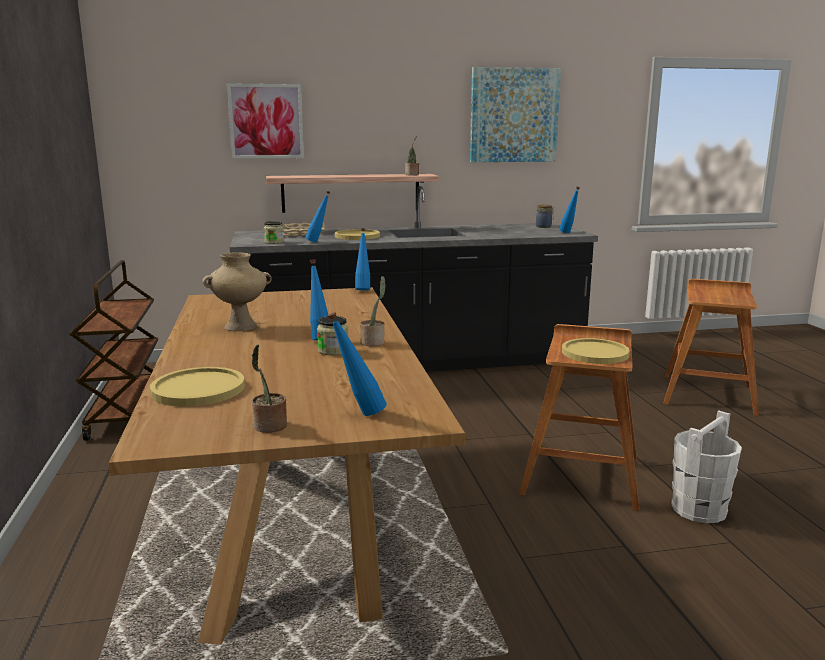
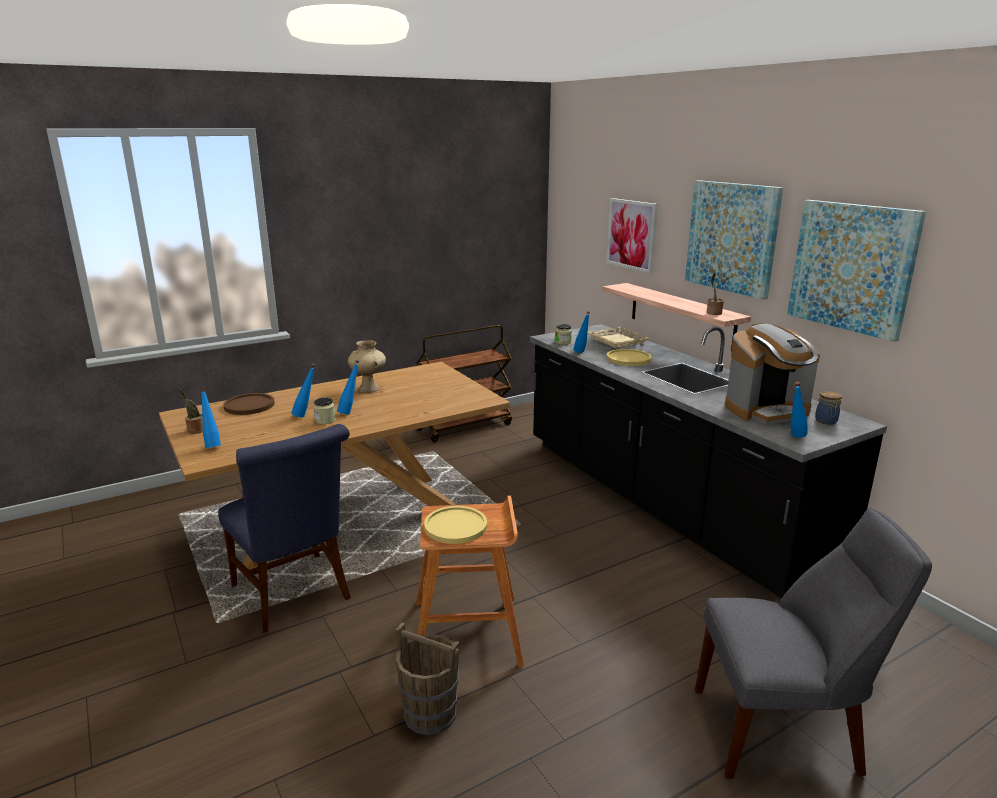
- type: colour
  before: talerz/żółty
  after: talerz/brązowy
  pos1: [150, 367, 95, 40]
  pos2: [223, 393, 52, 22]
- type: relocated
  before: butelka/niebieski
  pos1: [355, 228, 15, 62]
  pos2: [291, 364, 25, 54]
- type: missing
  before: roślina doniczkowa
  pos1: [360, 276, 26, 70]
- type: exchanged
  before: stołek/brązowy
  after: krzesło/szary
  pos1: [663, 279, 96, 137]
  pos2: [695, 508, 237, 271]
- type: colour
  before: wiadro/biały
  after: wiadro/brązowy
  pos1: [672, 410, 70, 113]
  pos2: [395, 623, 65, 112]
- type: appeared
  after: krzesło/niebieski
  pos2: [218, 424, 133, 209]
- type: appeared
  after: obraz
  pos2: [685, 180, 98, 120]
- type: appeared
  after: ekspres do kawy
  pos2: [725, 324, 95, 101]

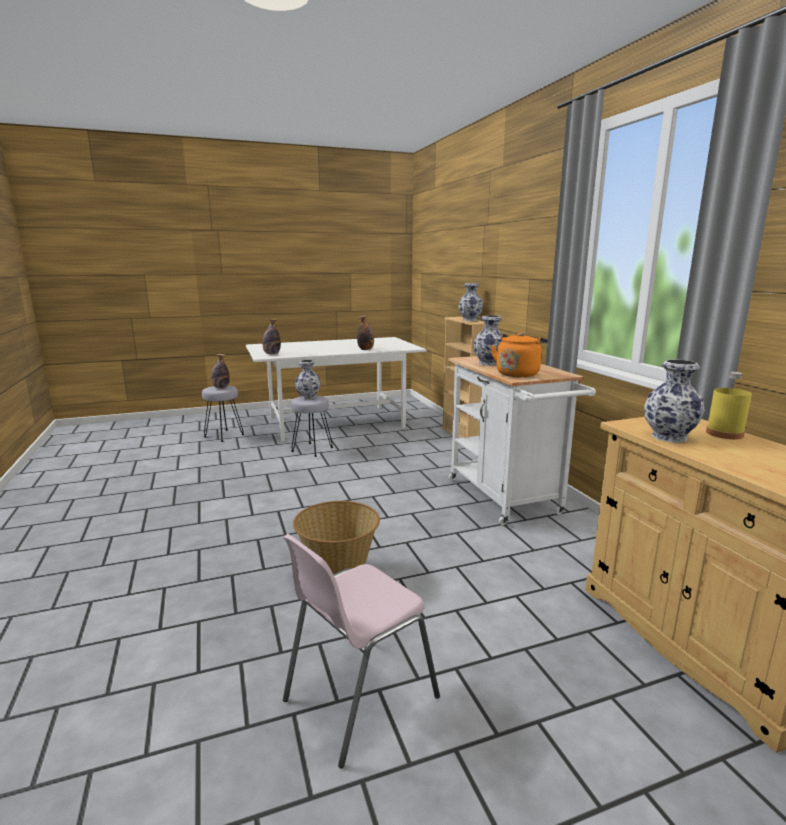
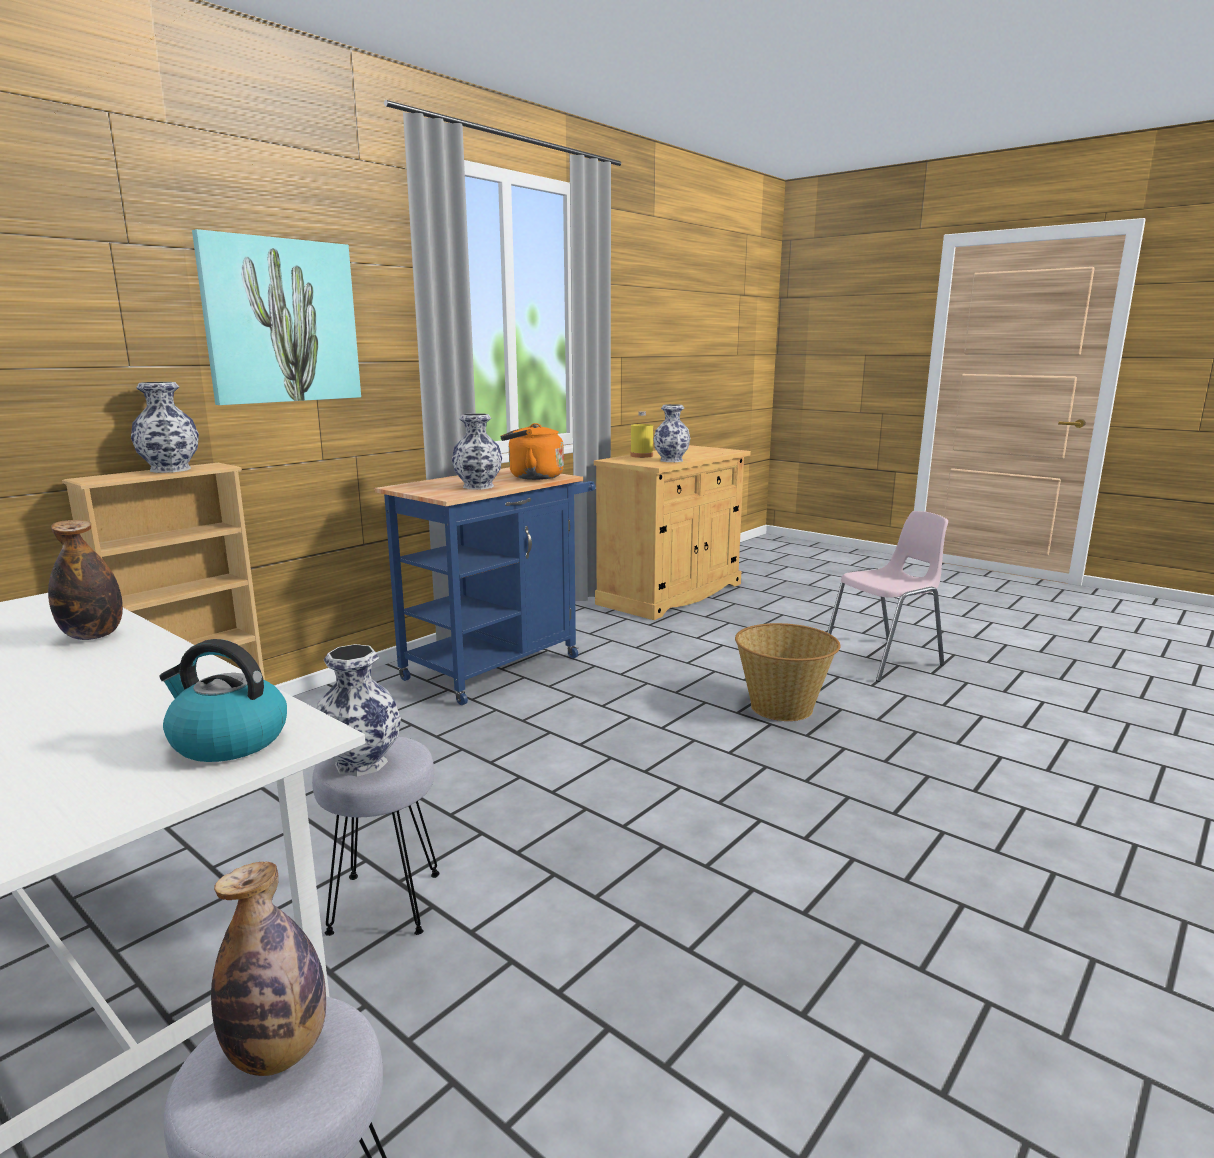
- type: exchanged
  before: butelka
  after: czajnik
  pos1: [262, 319, 19, 36]
  pos2: [159, 639, 128, 123]
- type: spun
  before: krzesło/różowy
  pos1: [283, 534, 157, 234]
  pos2: [827, 511, 121, 171]
  turn: -45
- type: colour
  before: wózek/biały
  after: wózek/niebieski
  pos1: [448, 356, 148, 169]
  pos2: [375, 467, 221, 238]
- type: appeared
  after: obraz
  pos2: [192, 229, 169, 176]

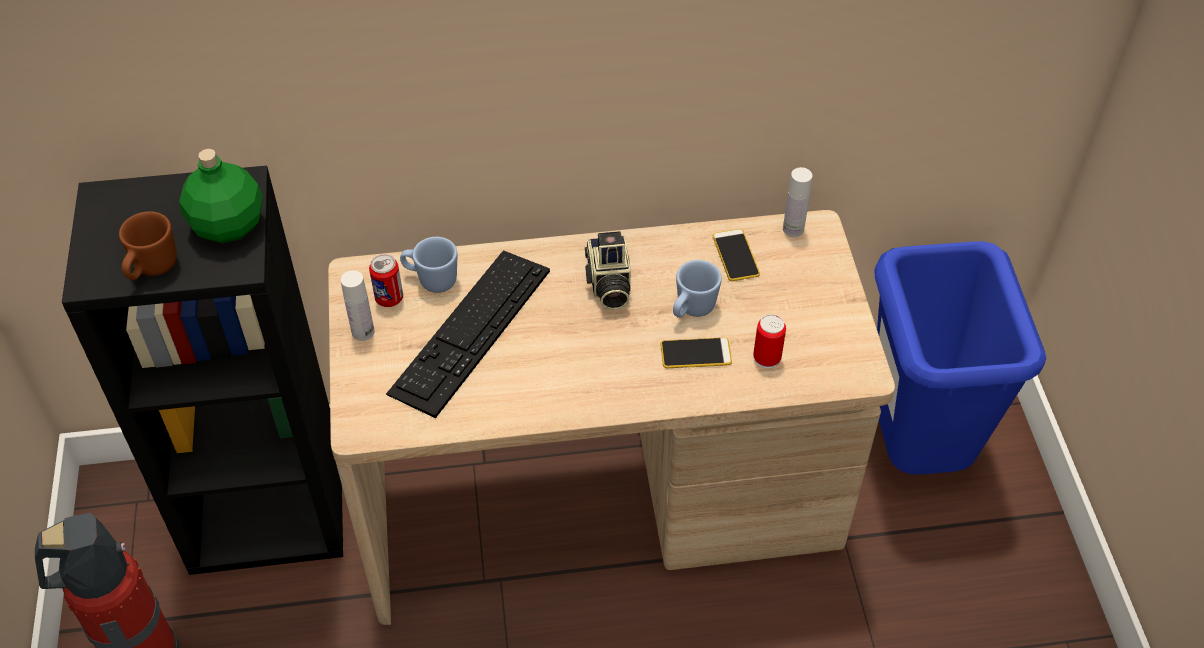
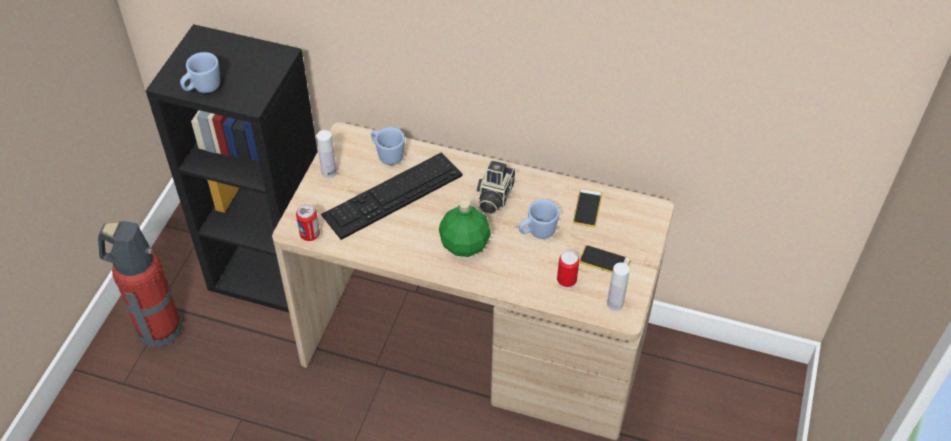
- type: colour
  before: kubek/brązowy
  after: kubek/niebieski
  pos1: [119, 211, 58, 69]
  pos2: [180, 52, 40, 41]
- type: relocated
  before: butelka/zielony
  pos1: [179, 149, 84, 94]
  pos2: [439, 200, 52, 57]
- type: relocated
  before: puszka
  pos1: [369, 254, 34, 53]
  pos2: [296, 204, 24, 37]
- type: relocated
  before: telefon
  pos1: [661, 337, 71, 31]
  pos2: [579, 245, 52, 28]
- type: relocated
  before: butelka/biały
  pos1: [783, 167, 29, 70]
  pos2: [607, 262, 23, 49]
- type: missing
  before: kosz na śmieci/niebieski
  pos1: [875, 241, 171, 234]

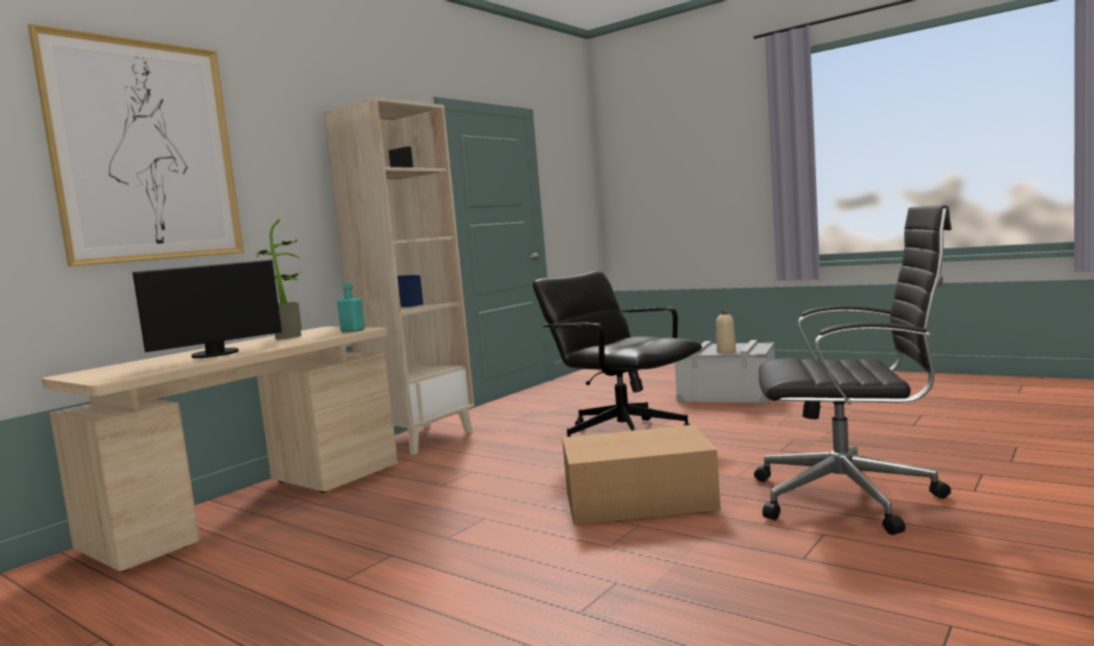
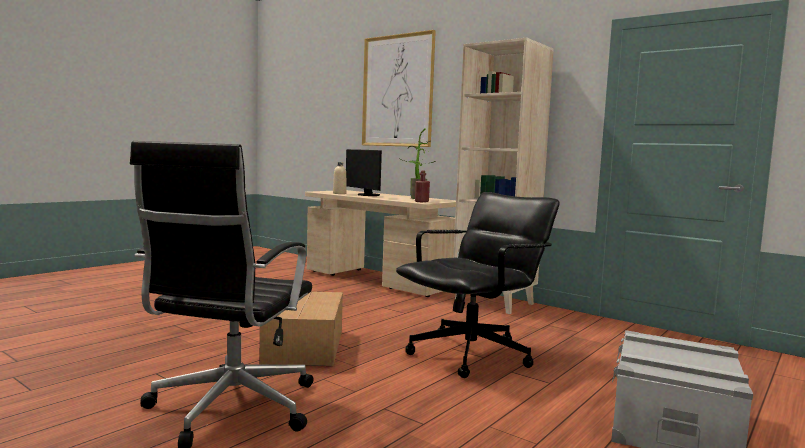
- type: colour
  before: butelka/turkusowy
  after: butelka/czerwony
  pos1: [337, 282, 28, 50]
  pos2: [415, 171, 15, 31]
- type: relocated
  before: butelka/beżowy
  pos1: [716, 308, 20, 45]
  pos2: [333, 162, 14, 32]

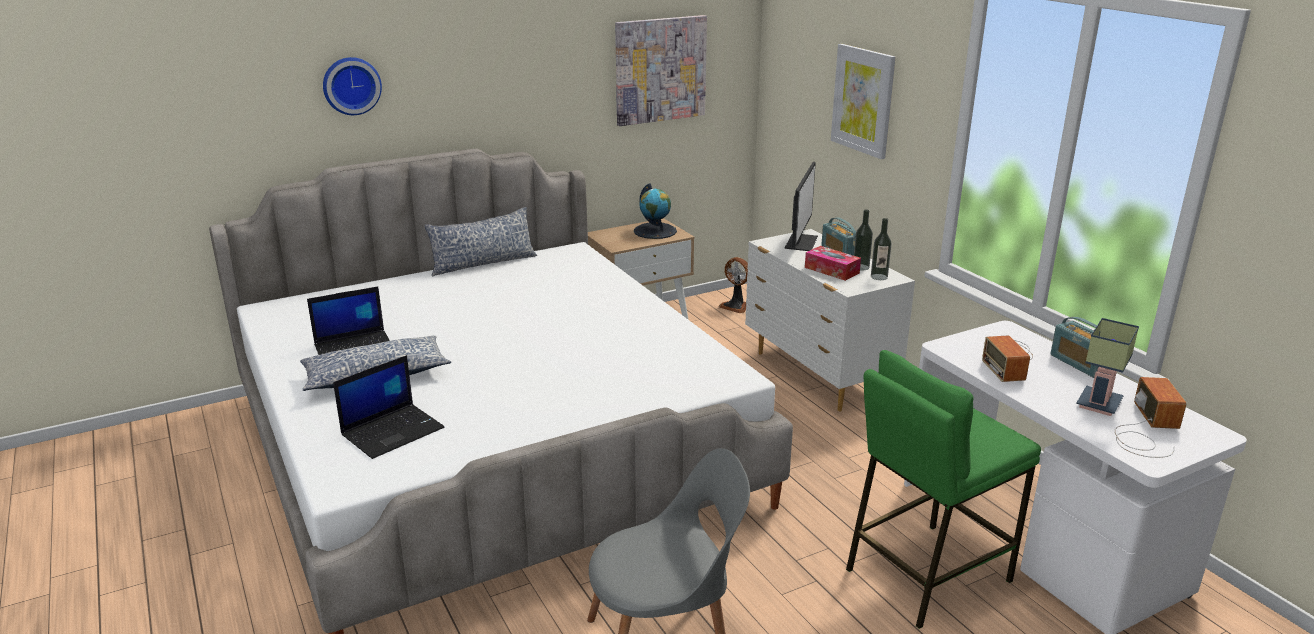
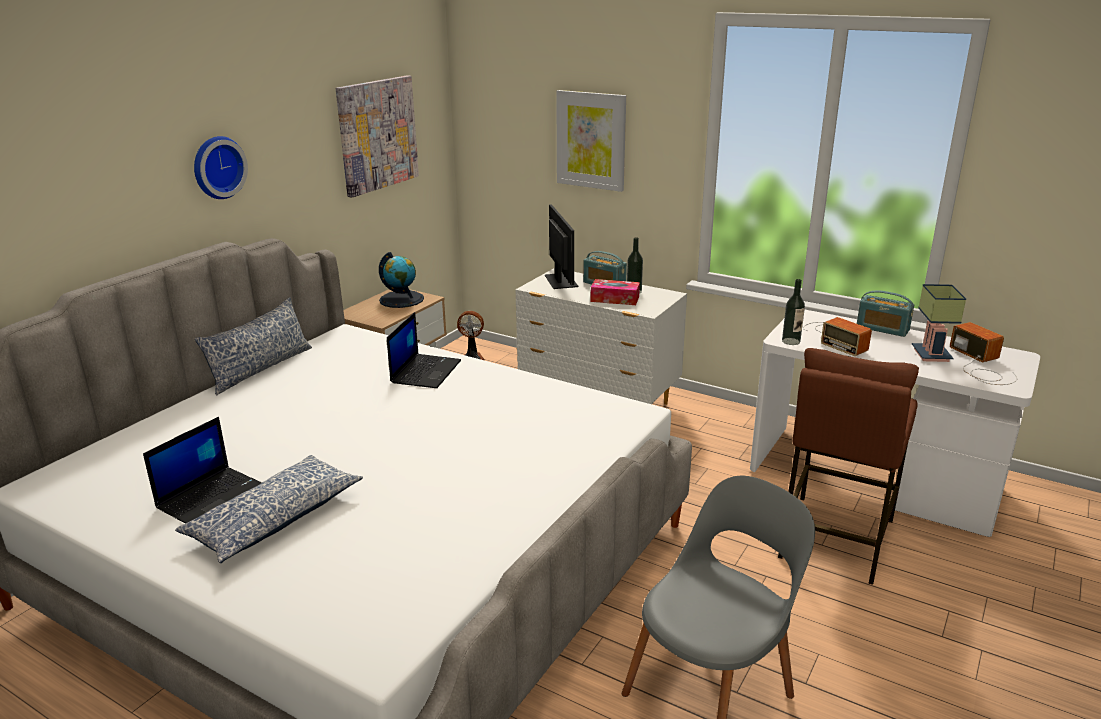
- type: relocated
  before: zegar ścienny
  pos1: [323, 57, 59, 58]
  pos2: [194, 136, 54, 63]
- type: relocated
  before: laptop
  pos1: [333, 355, 111, 104]
  pos2: [387, 312, 74, 76]
- type: colour
  before: stołek/zielony
  after: stołek/brązowy
  pos1: [846, 350, 195, 279]
  pos2: [778, 348, 141, 237]
- type: relocated
  before: butelka
  pos1: [871, 218, 20, 62]
  pos2: [782, 279, 23, 66]

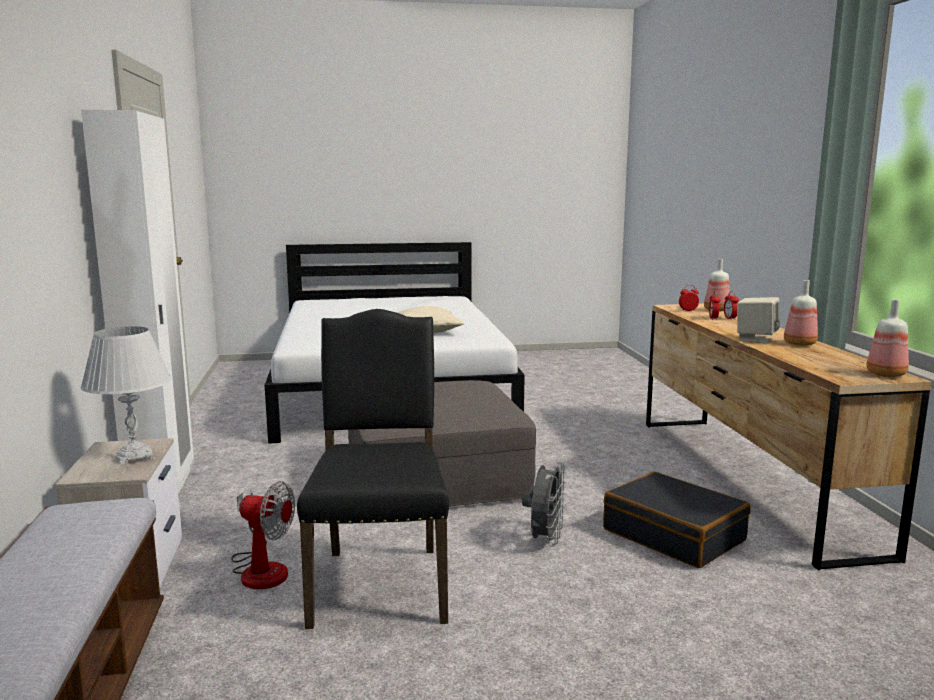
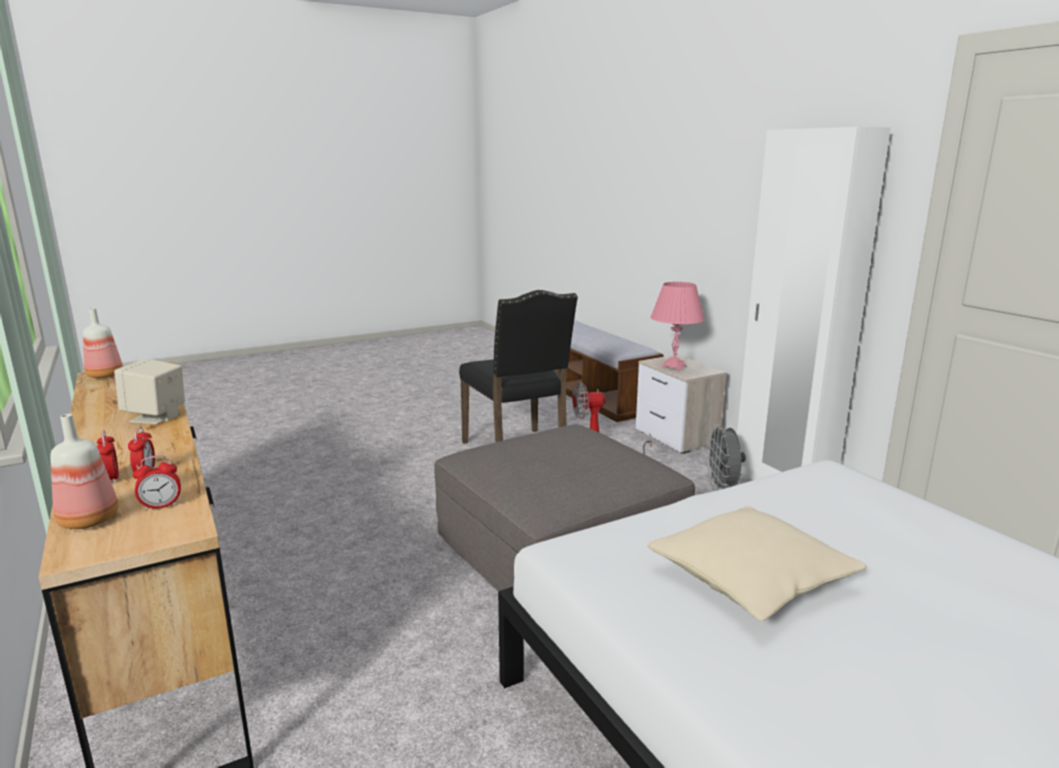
- type: colour
  before: lampa stołowa/biały
  after: lampa stołowa/różowy
  pos1: [81, 326, 90, 140]
  pos2: [650, 282, 55, 89]
- type: relocated
  before: wentylator/szary
  pos1: [522, 462, 45, 85]
  pos2: [705, 424, 41, 66]
- type: missing
  before: walizka/czarny
  pos1: [603, 472, 148, 96]
- type: missing
  before: butelka
  pos1: [784, 280, 34, 66]

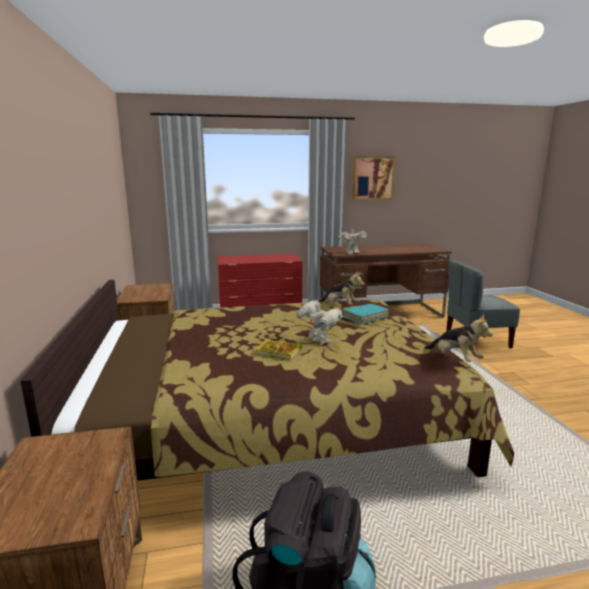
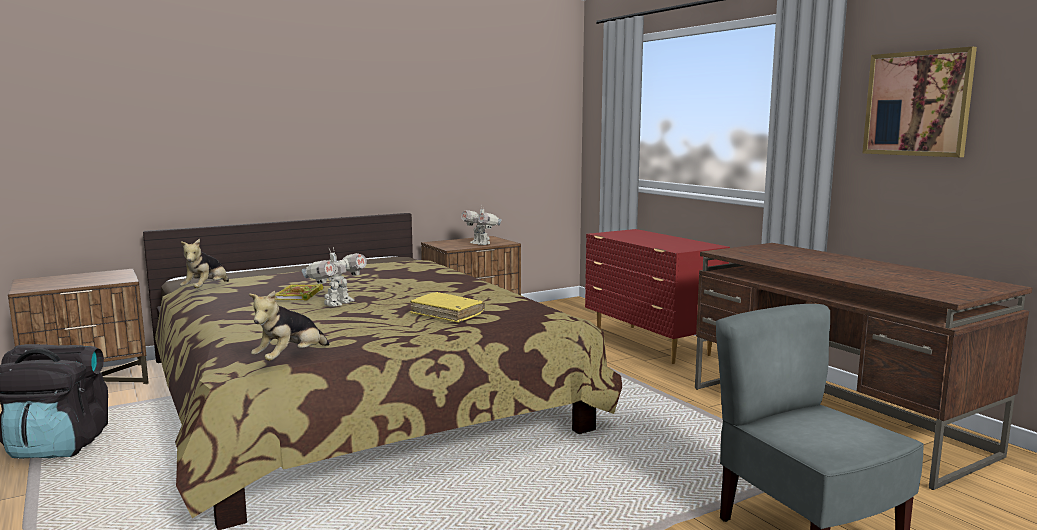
- type: relocated
  before: pluszak
  pos1: [319, 272, 45, 33]
  pos2: [180, 239, 49, 49]
- type: relocated
  before: robot zabawkowy
  pos1: [338, 229, 29, 24]
  pos2: [461, 205, 41, 40]
- type: colour
  before: książka/turkusowy
  after: książka/żółty
  pos1: [342, 304, 47, 20]
  pos2: [410, 292, 75, 31]

